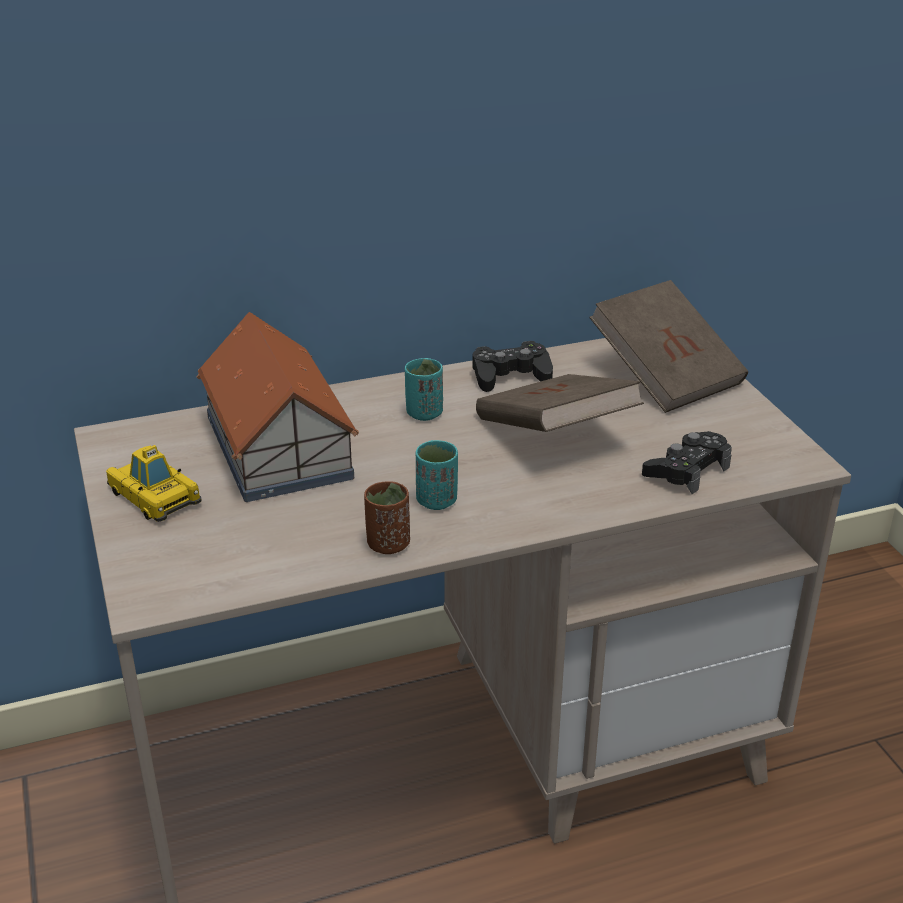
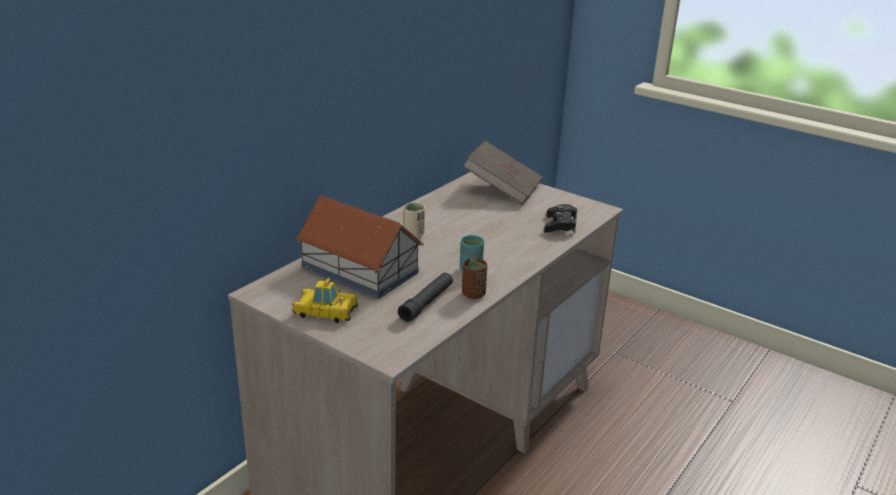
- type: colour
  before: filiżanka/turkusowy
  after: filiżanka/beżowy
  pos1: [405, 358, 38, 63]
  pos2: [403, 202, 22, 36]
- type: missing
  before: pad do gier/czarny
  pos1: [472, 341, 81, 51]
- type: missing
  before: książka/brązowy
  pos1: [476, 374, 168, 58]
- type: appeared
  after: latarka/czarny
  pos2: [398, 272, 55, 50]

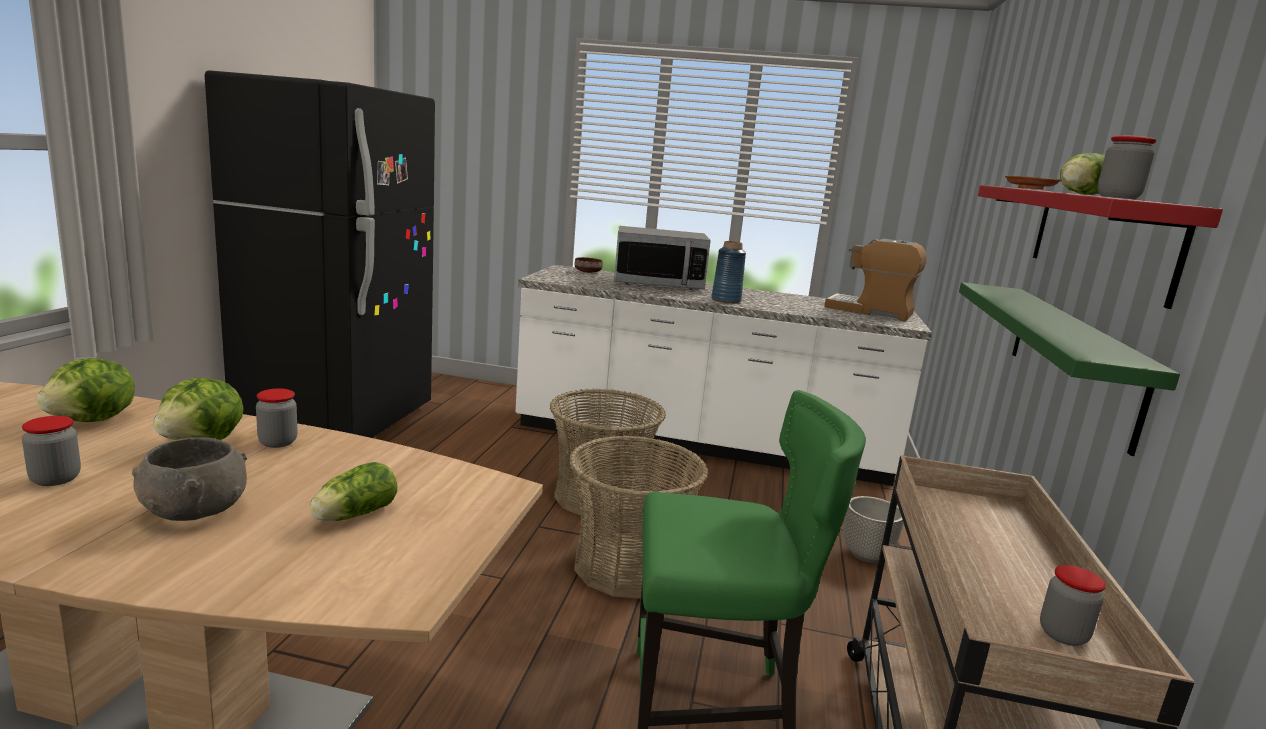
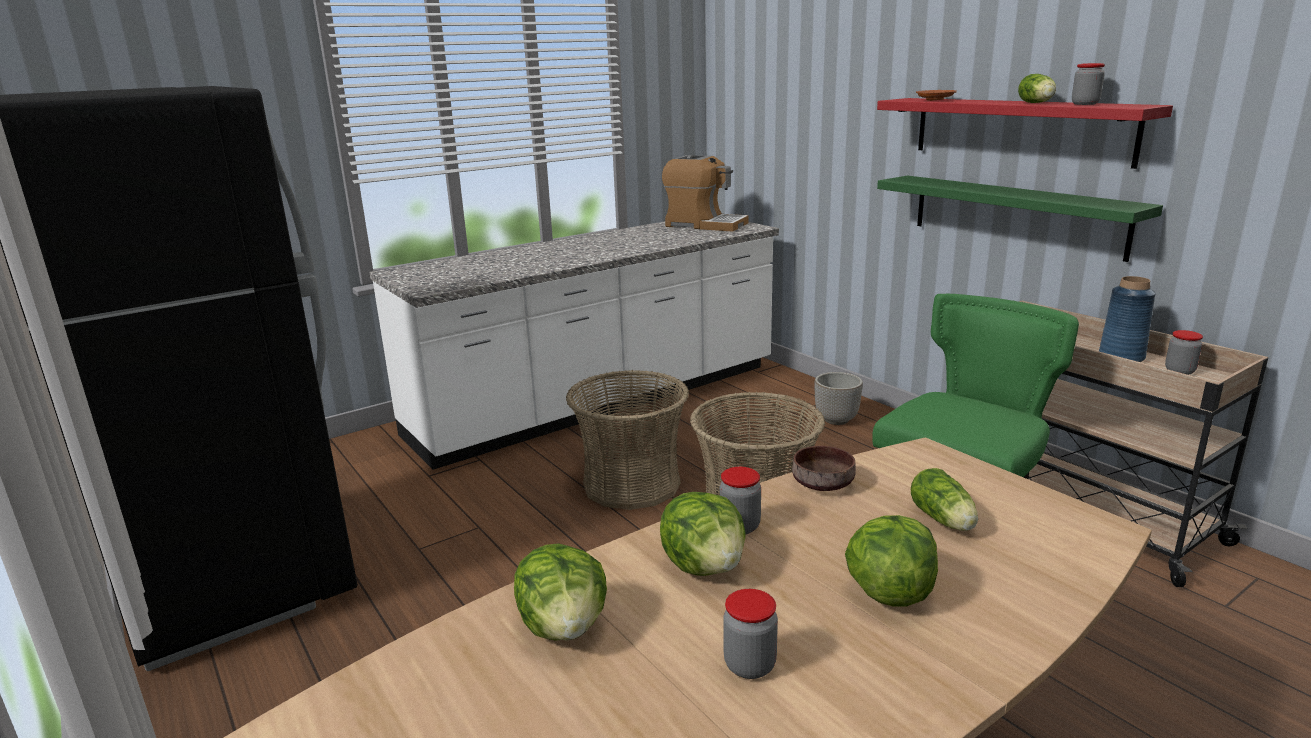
- type: exchanged
  before: miska/szary
  after: sałata
  pos1: [132, 437, 115, 84]
  pos2: [845, 515, 93, 92]
- type: relocated
  before: miska/brązowy
  pos1: [575, 257, 28, 16]
  pos2: [792, 446, 64, 45]
- type: missing
  before: mikrofalówka
  pos1: [614, 226, 97, 64]
- type: relocated
  before: wazon/niebieski
  pos1: [711, 241, 35, 63]
  pos2: [1099, 276, 57, 86]
- type: spun
  before: ekspres do kawy
  pos1: [824, 239, 103, 82]
  pos2: [662, 155, 86, 77]
  turn: -135

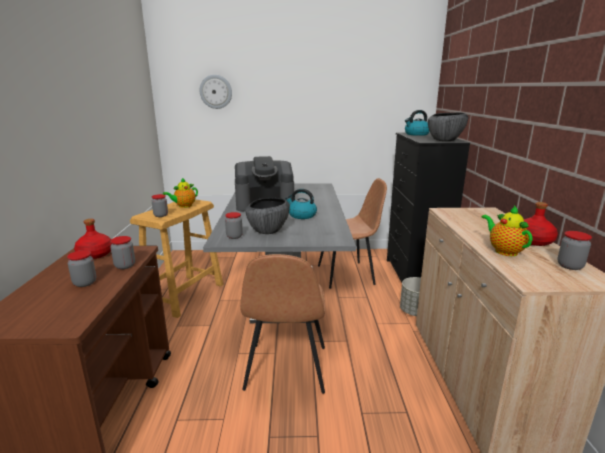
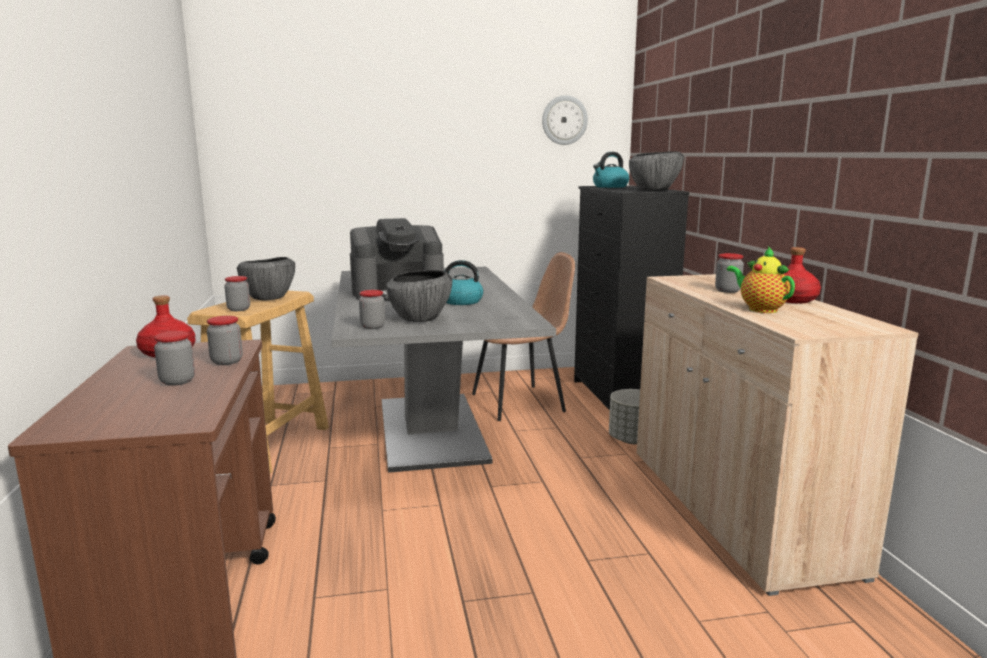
- type: exchanged
  before: imbryk
  after: miska
  pos1: [163, 178, 35, 30]
  pos2: [237, 257, 58, 43]
- type: relocated
  before: zegar ścienny
  pos1: [200, 75, 32, 34]
  pos2: [542, 95, 46, 50]
- type: missing
  before: krzesło/brązowy
  pos1: [240, 254, 85, 140]
- type: relocated
  before: słoik
  pos1: [557, 231, 35, 39]
  pos2: [715, 253, 29, 40]

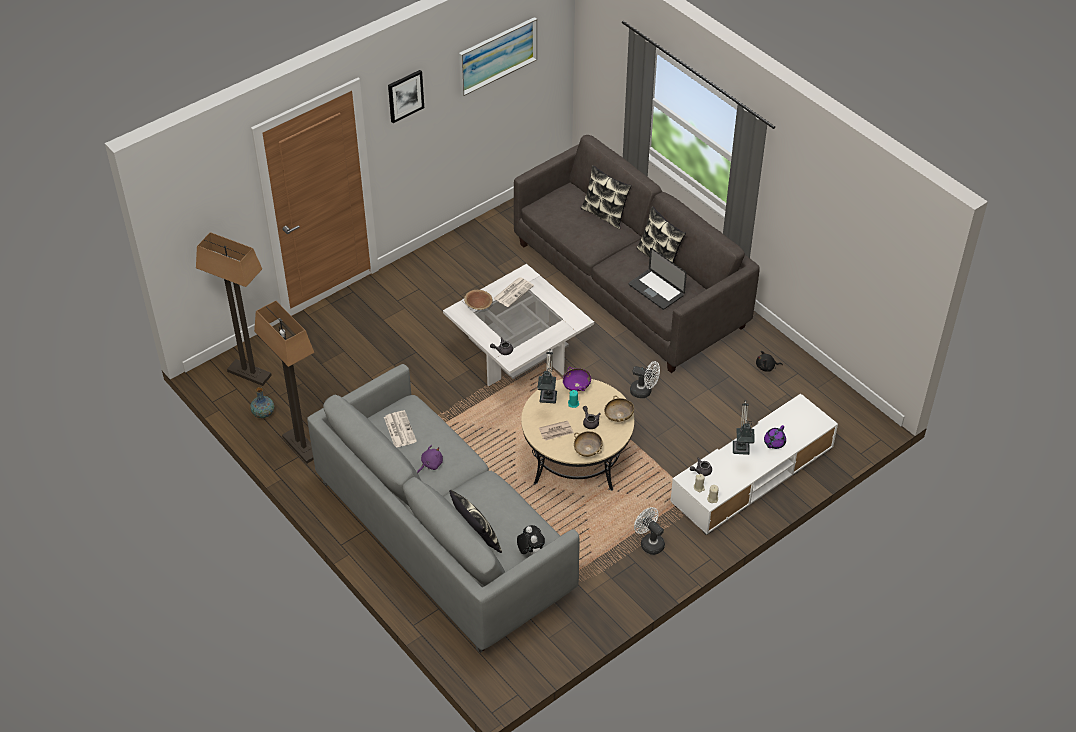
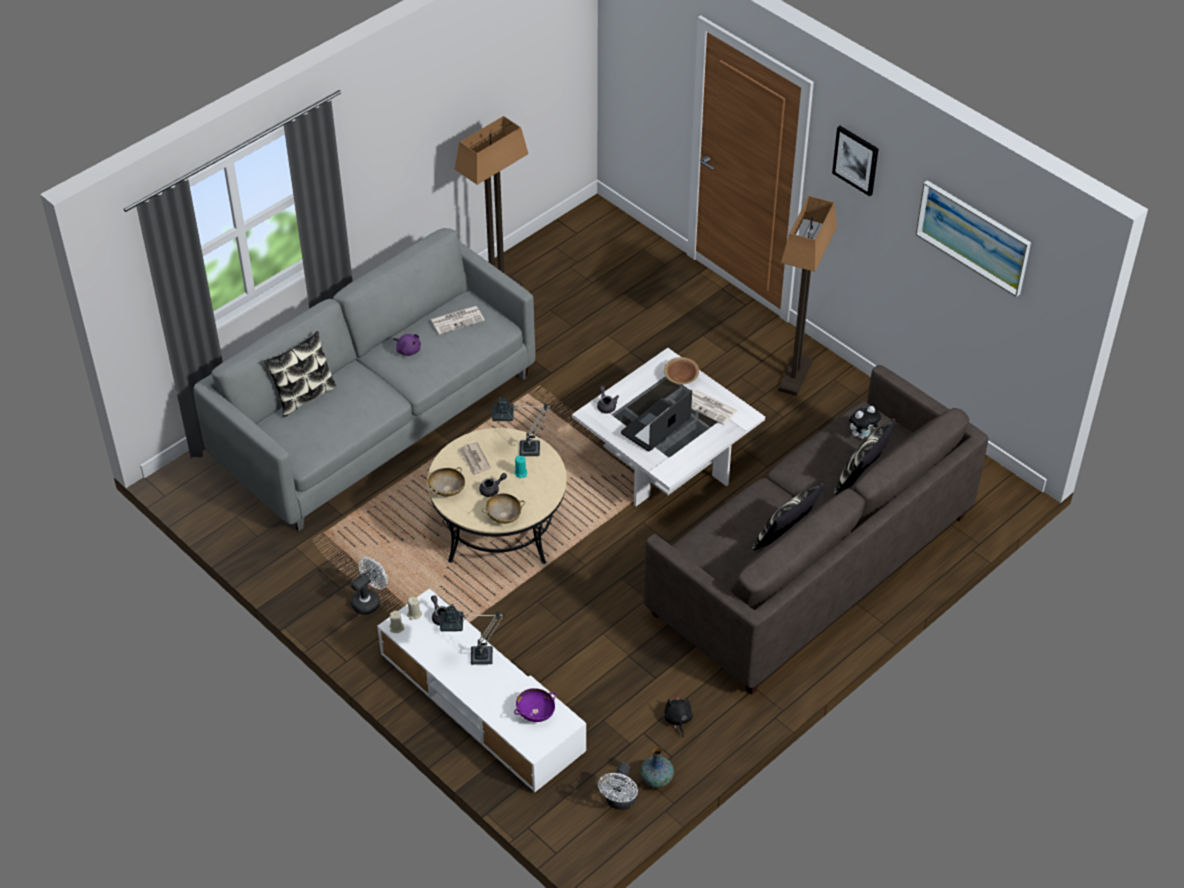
- type: relocated
  before: lampa stojąca
  pos1: [196, 232, 76, 154]
  pos2: [778, 196, 59, 200]
- type: relocated
  before: wazon
  pos1: [250, 387, 24, 31]
  pos2: [640, 747, 34, 41]
- type: relocated
  before: pluszak
  pos1: [517, 525, 28, 30]
  pos2: [849, 406, 32, 33]
- type: relocated
  before: miska/fioletowy
  pos1: [563, 367, 28, 24]
  pos2: [514, 688, 42, 34]
- type: relocated
  before: laptop
  pos1: [629, 248, 58, 62]
  pos2: [621, 390, 71, 62]
- type: relocated
  before: wentylator/biały
  pos1: [630, 361, 30, 37]
  pos2: [598, 762, 40, 48]
- type: missing
  before: imbryk/fioletowy
  pos1: [764, 425, 22, 24]

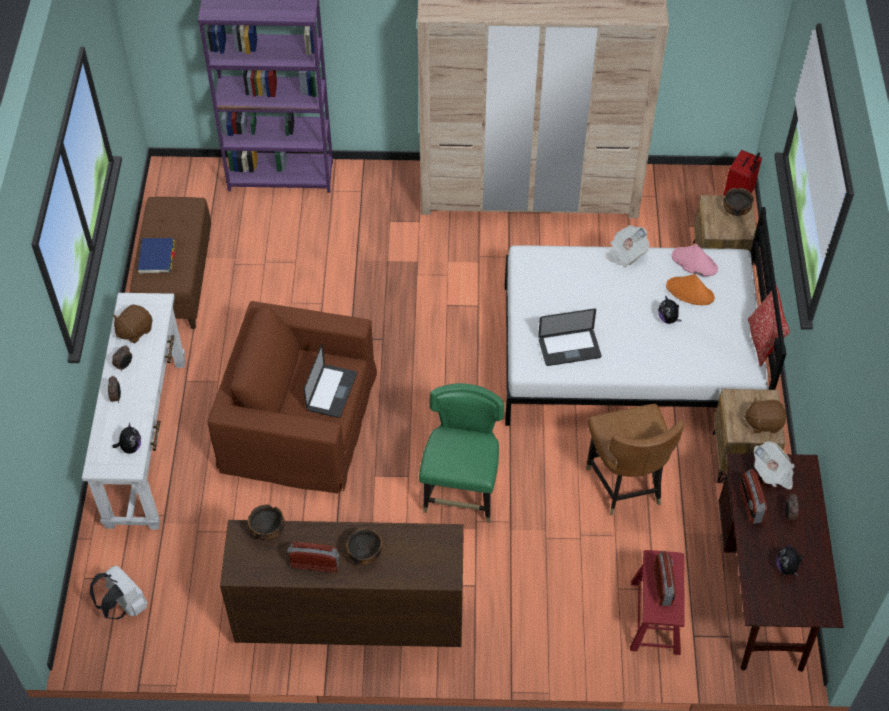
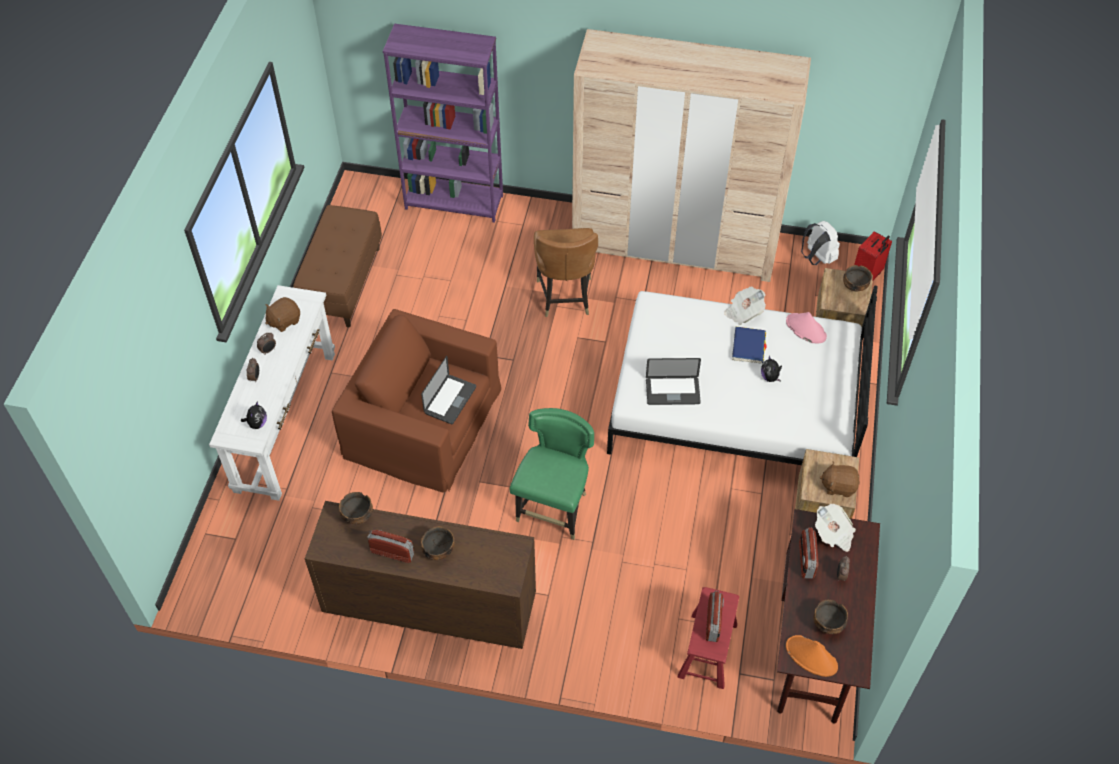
- type: relocated
  before: plecak/biały
  pos1: [90, 566, 58, 53]
  pos2: [801, 221, 39, 44]
- type: relocated
  before: książka/niebieski
  pos1: [137, 238, 38, 35]
  pos2: [732, 327, 34, 37]
- type: relocated
  before: krzesło/brązowy
  pos1: [586, 404, 98, 111]
  pos2: [534, 228, 64, 89]
- type: relocated
  before: kapelusz/pomarańczowy
  pos1: [666, 274, 49, 31]
  pos2: [786, 635, 52, 42]
- type: missing
  before: poduszka
  pos1: [748, 285, 42, 81]
- type: exchanged
  before: pluszak
  after: miska
  pos1: [776, 543, 27, 33]
  pos2: [813, 600, 35, 34]

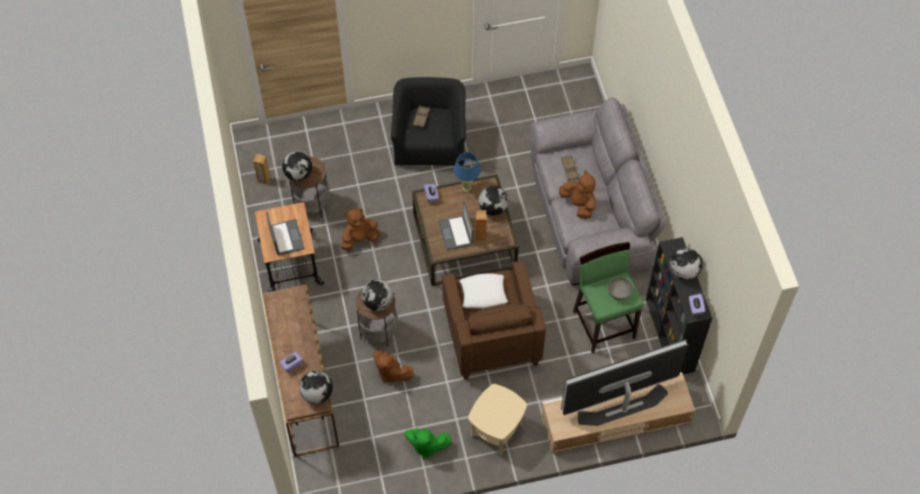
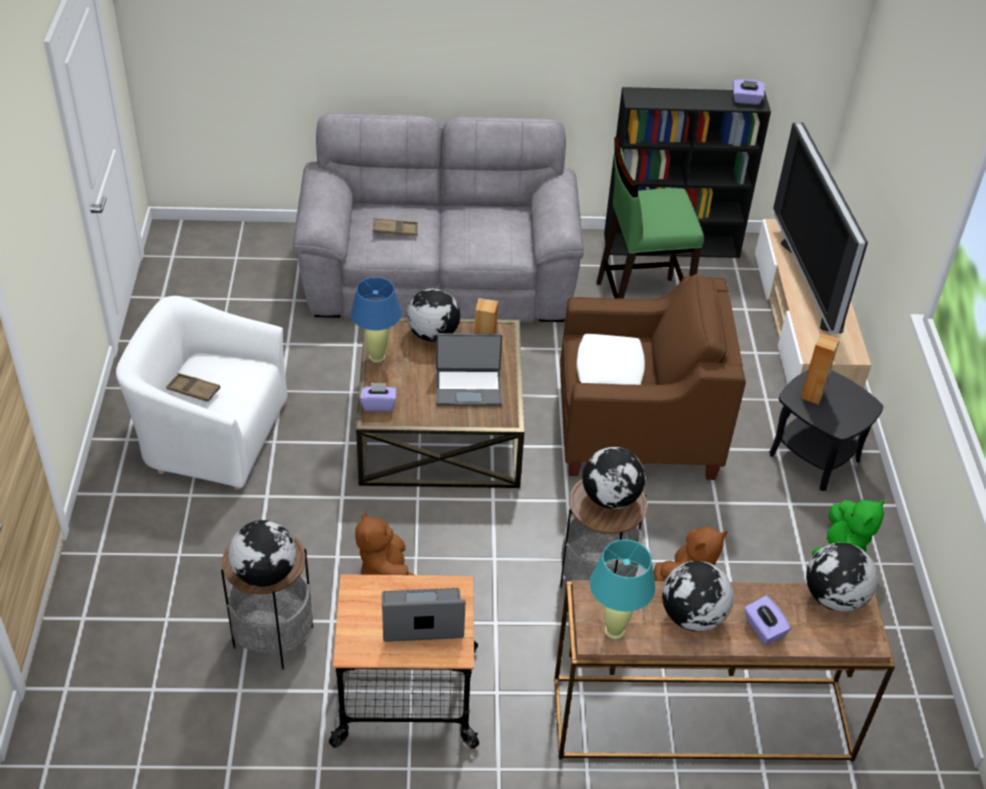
- type: relocated
  before: głośnik/brązowy
  pos1: [253, 154, 18, 31]
  pos2: [801, 333, 39, 71]
- type: colour
  before: fotel/czarny
  after: fotel/biały
  pos1: [391, 77, 75, 89]
  pos2: [116, 296, 172, 194]
- type: colour
  before: stolik/beżowy
  after: stolik/czarny
  pos1: [468, 384, 59, 71]
  pos2: [770, 370, 113, 121]
- type: missing
  before: pluszak/brązowy
  pos1: [559, 170, 37, 49]
- type: missing
  before: miska/szary
  pos1: [608, 277, 25, 23]
- type: relocated
  before: globus
  pos1: [670, 248, 33, 32]
  pos2: [662, 561, 71, 71]
- type: appeared
  after: lampa stołowa/turkusowy
  pos2: [590, 539, 66, 100]

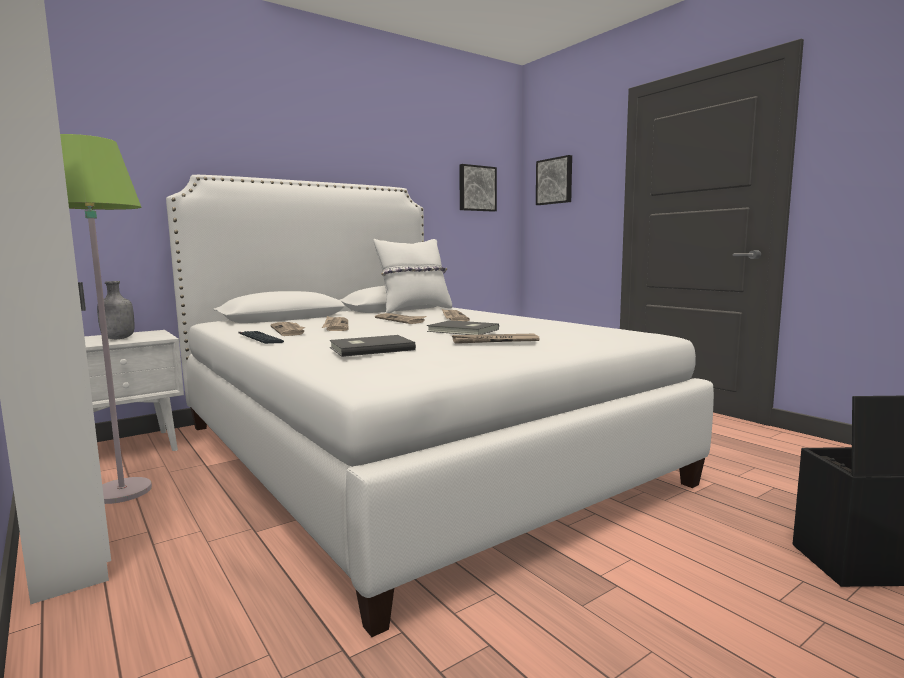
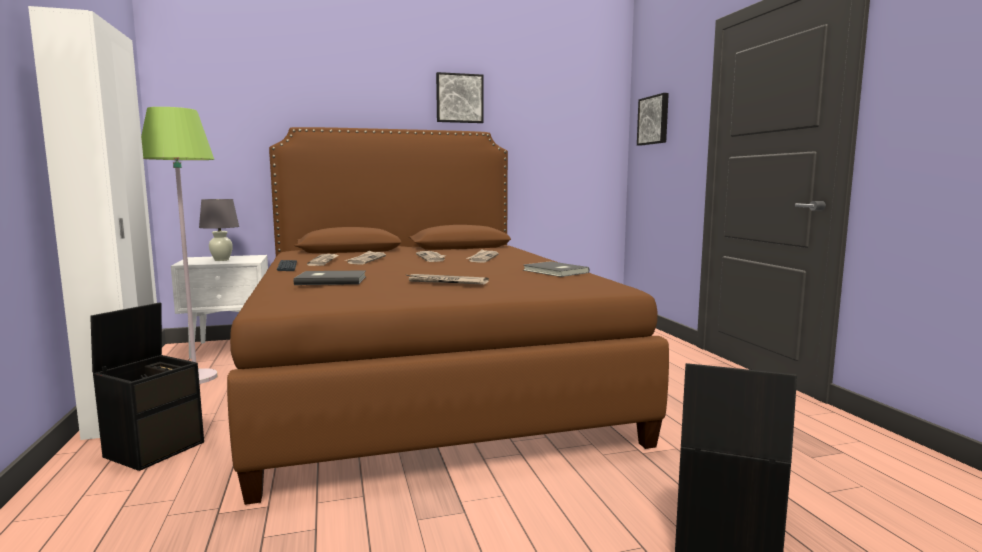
- type: exchanged
  before: butelka/szary
  after: lampa stołowa/szary
  pos1: [97, 281, 37, 58]
  pos2: [199, 199, 40, 62]
- type: colour
  before: łóżko/biały
  after: łóżko/brązowy
  pos1: [166, 175, 548, 462]
  pos2: [227, 127, 442, 378]
- type: missing
  before: poduszka/biały
  pos1: [373, 239, 79, 74]
- type: relocated
  before: książka/szary
  pos1: [427, 320, 72, 15]
  pos2: [523, 261, 66, 16]
- type: relocated
  before: obraz
  pos1: [459, 164, 38, 48]
  pos2: [436, 72, 48, 51]
- type: appeared
  after: pojemnik do przechowywania/czarny
  pos2: [90, 302, 114, 169]

